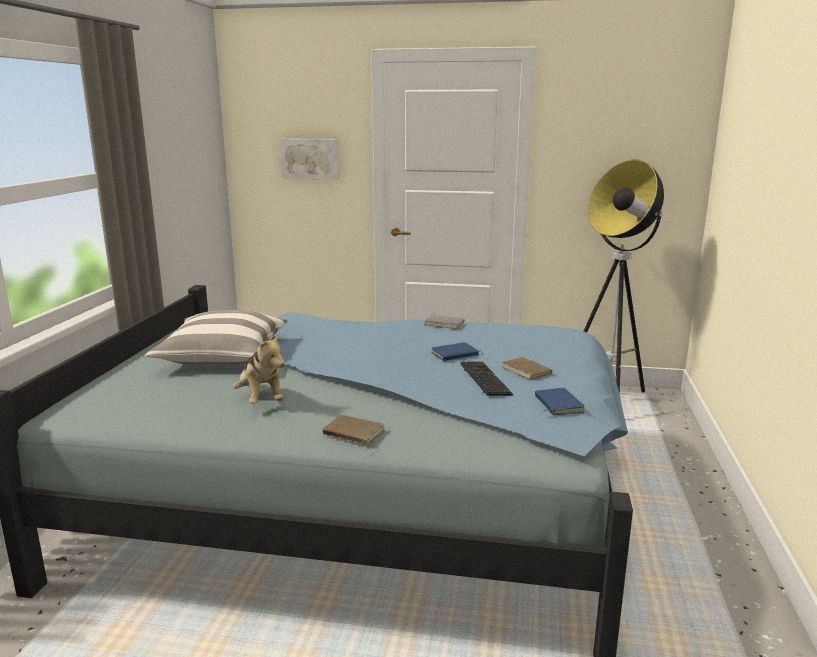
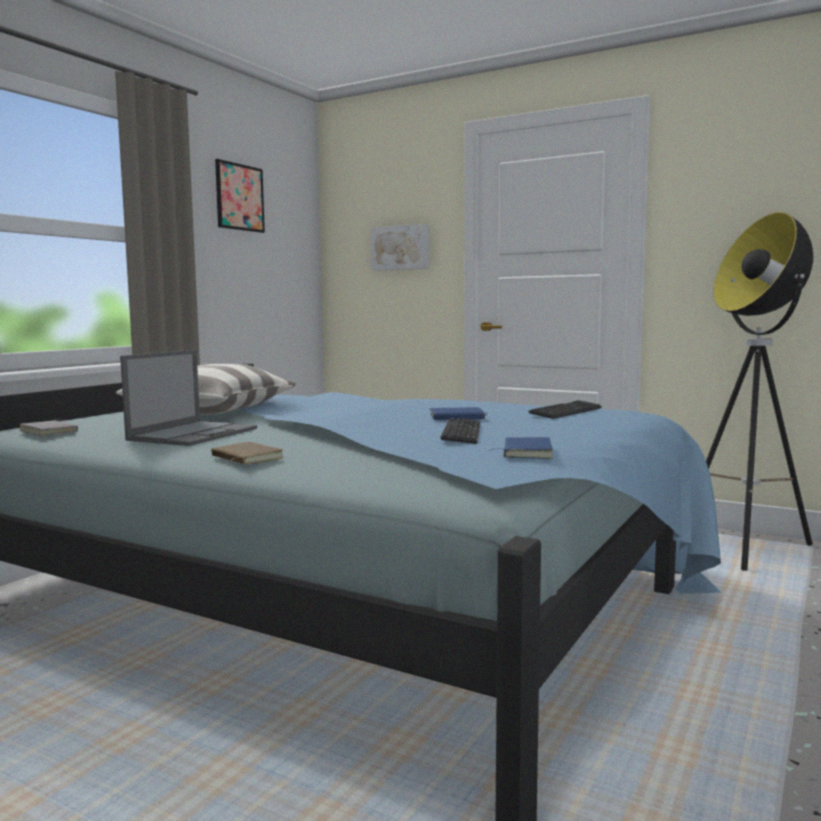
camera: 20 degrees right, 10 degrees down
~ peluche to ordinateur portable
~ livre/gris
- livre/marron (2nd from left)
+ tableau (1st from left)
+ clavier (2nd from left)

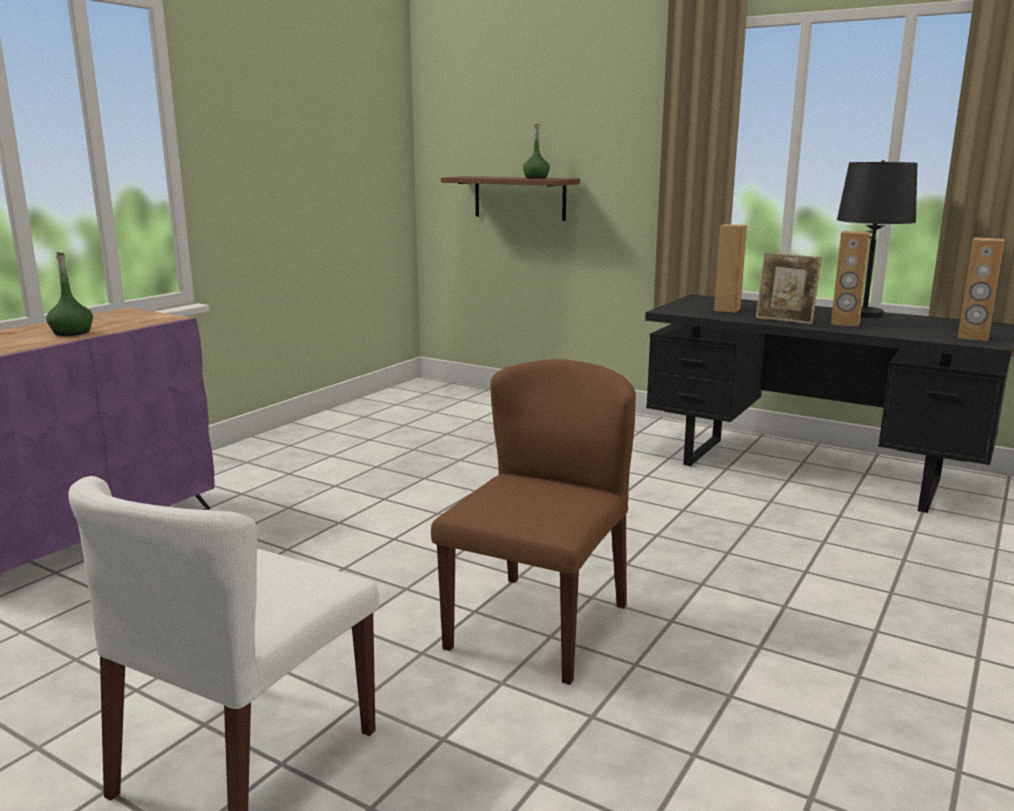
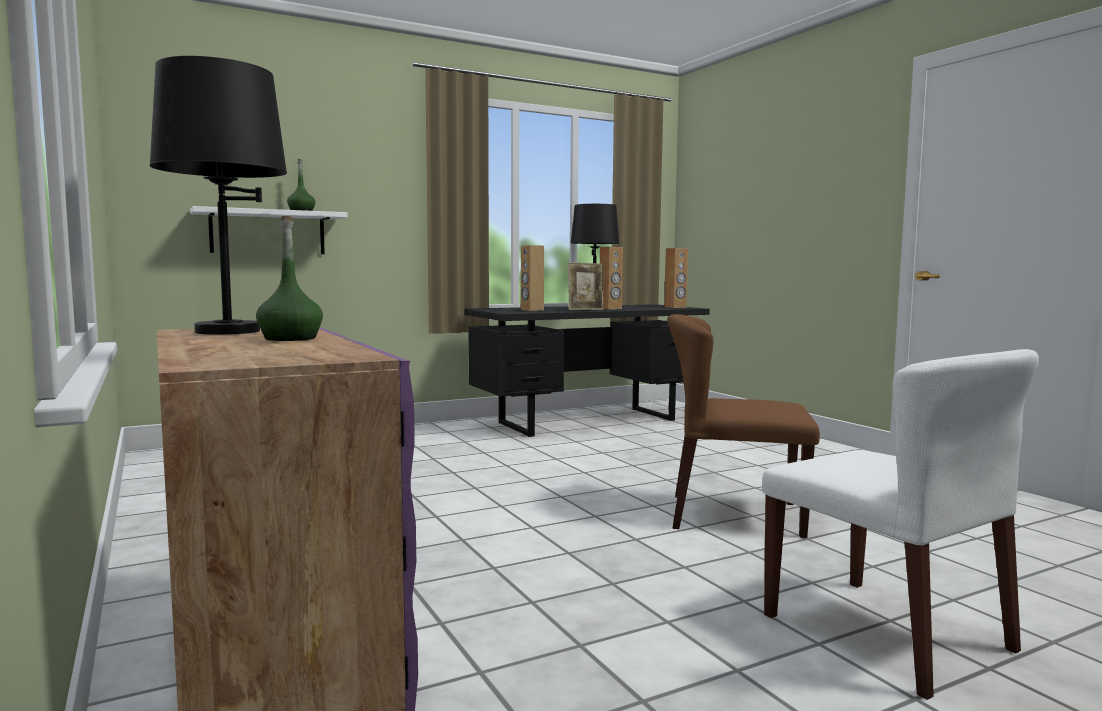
camera: 60 degrees left, 10 degrees down
~ chaise/marron 45 degrees counterclockwise
~ étagère/marron to étagère/blanc
+ lampe de table/noir (1st from left)

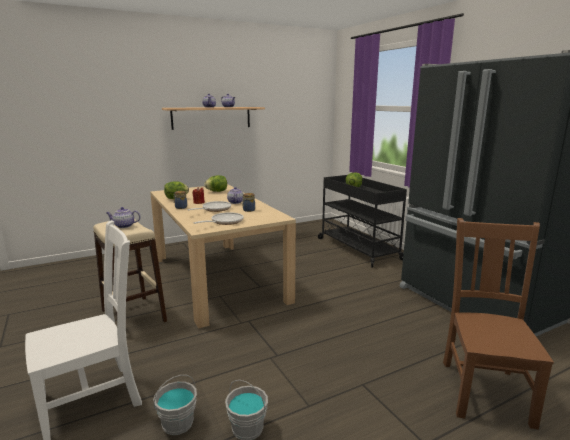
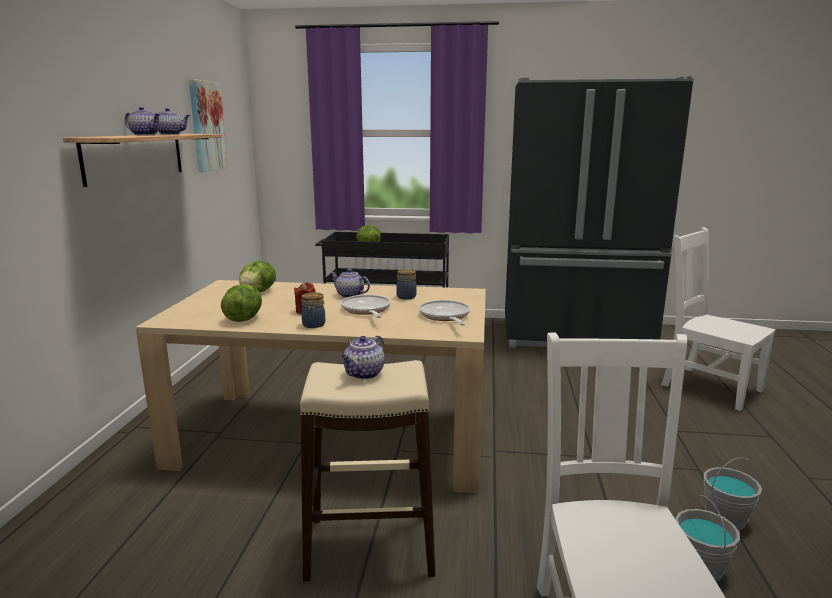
camera: 55 degrees left, 0 degrees up
~ chaise/marron to chaise/blanc (2nd from left)
+ tableau

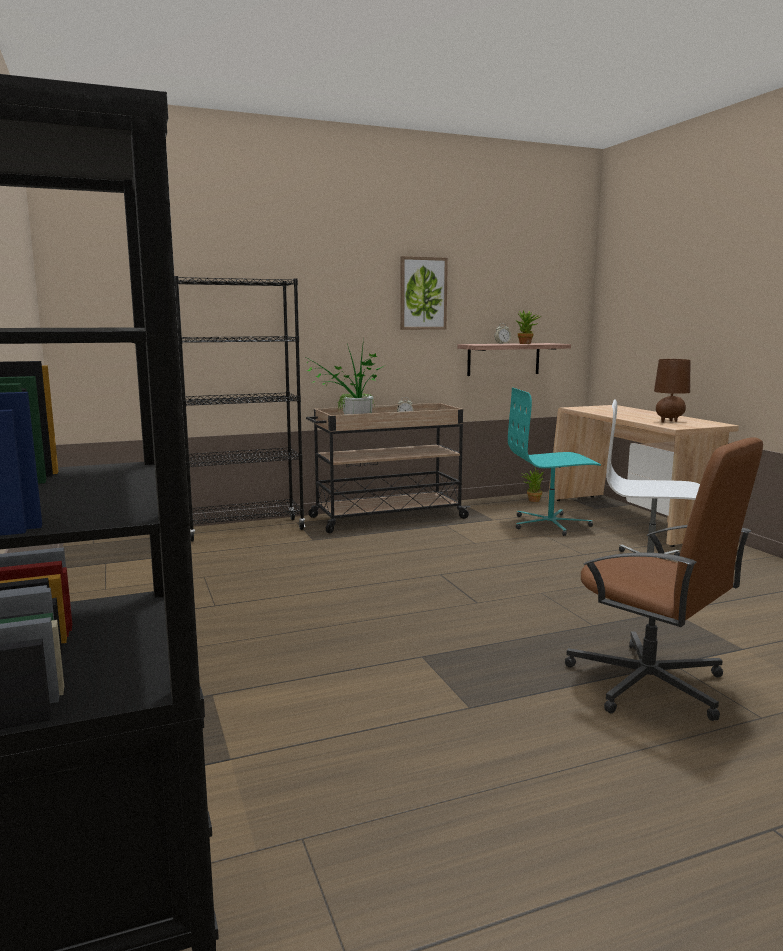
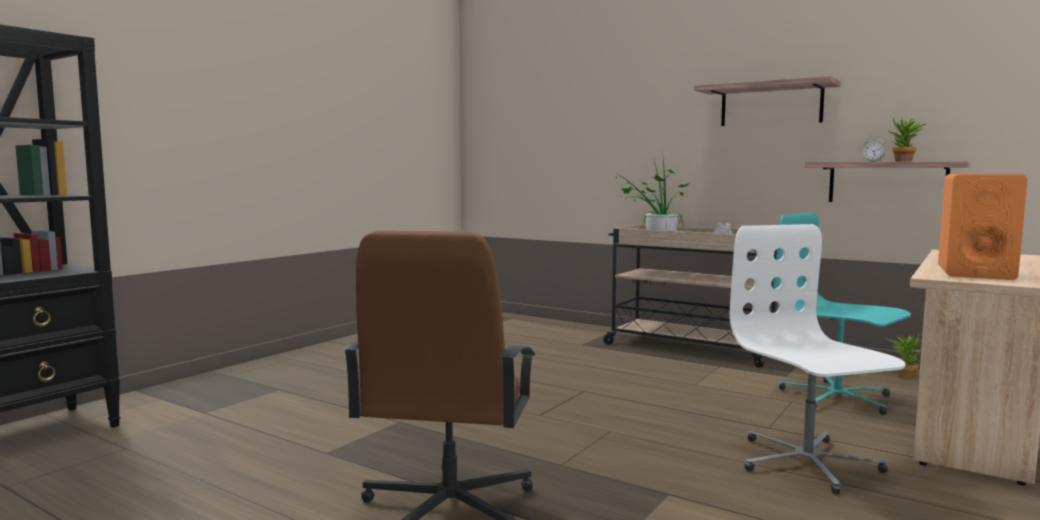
camera: 55 degrees right, 5 degrees down
- bibliothèque/noir (2nd from left)
~ tableau to étagère (1st from left)
~ lampe de table/marron to enceinte/orange

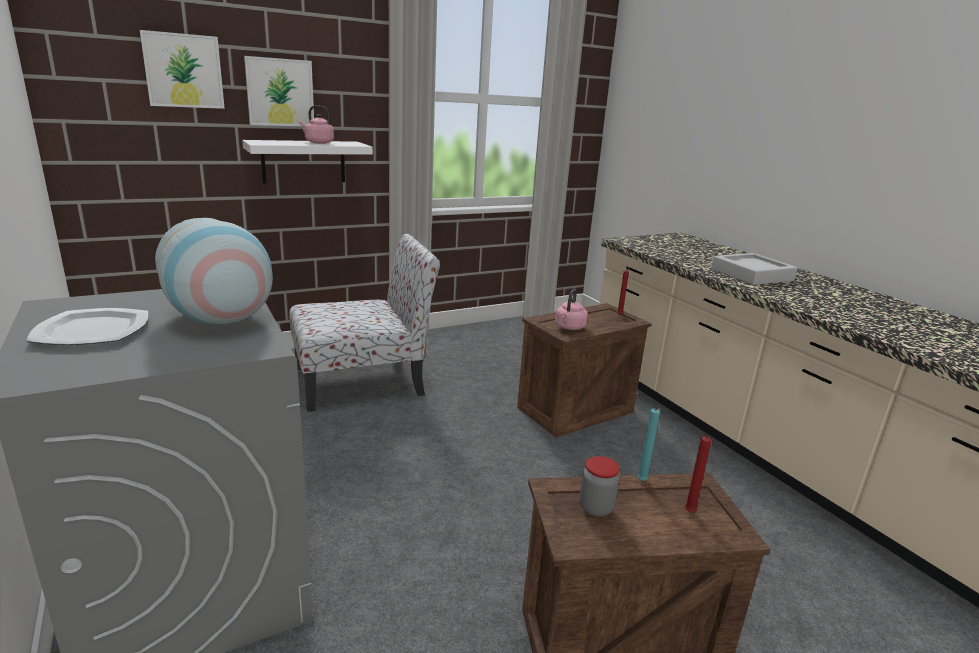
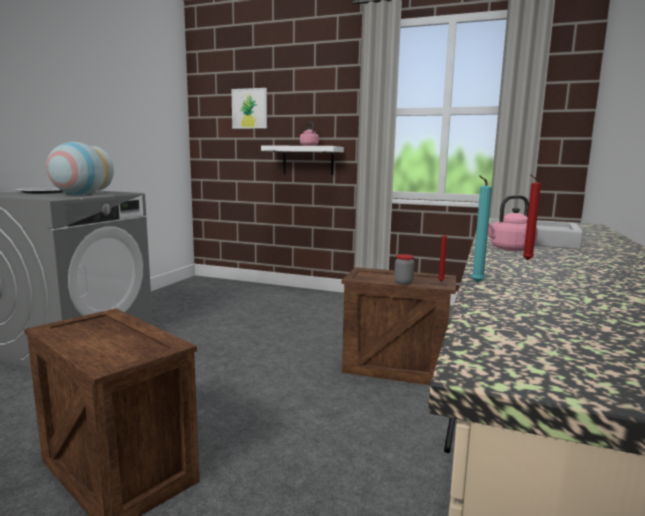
camera: 50 degrees right, 10 degrees down
- tableau (2nd from left)
- chaise
~ bouilloire/rose (2nd from left)
~ bocal
~ bougie/turquoise
~ bougie/rouge (2nd from left)

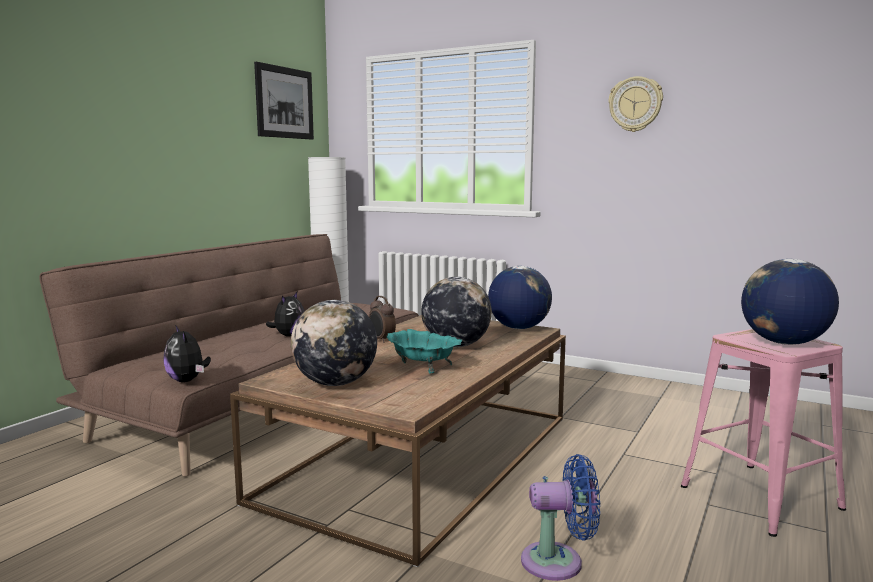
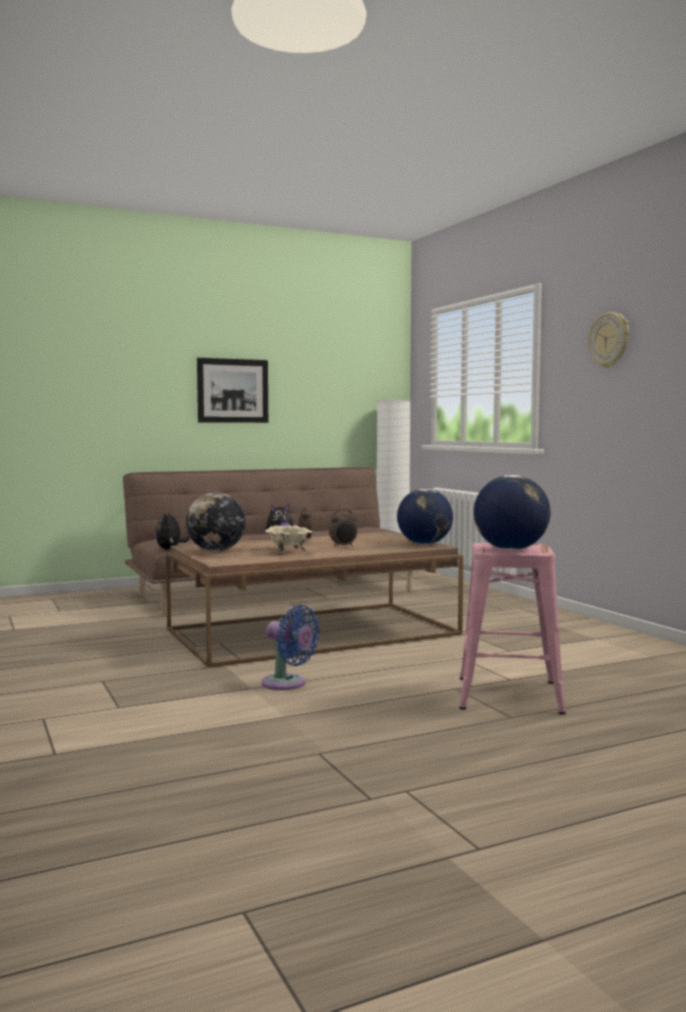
camera: 35 degrees right, 5 degrees down
~ tableau
~ bol/turquoise to bol/beige
~ globe (2nd from left) to réveil (2nd from left)

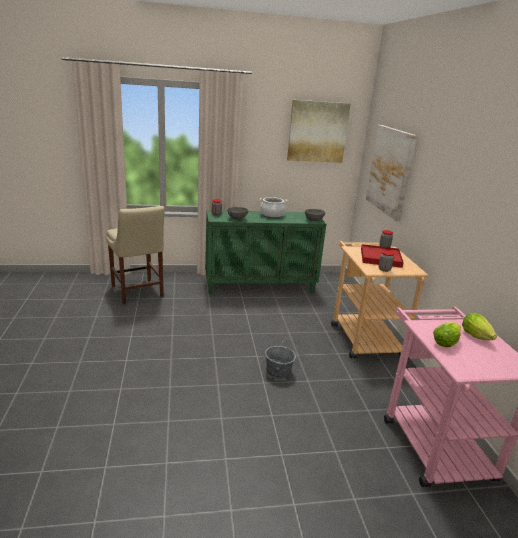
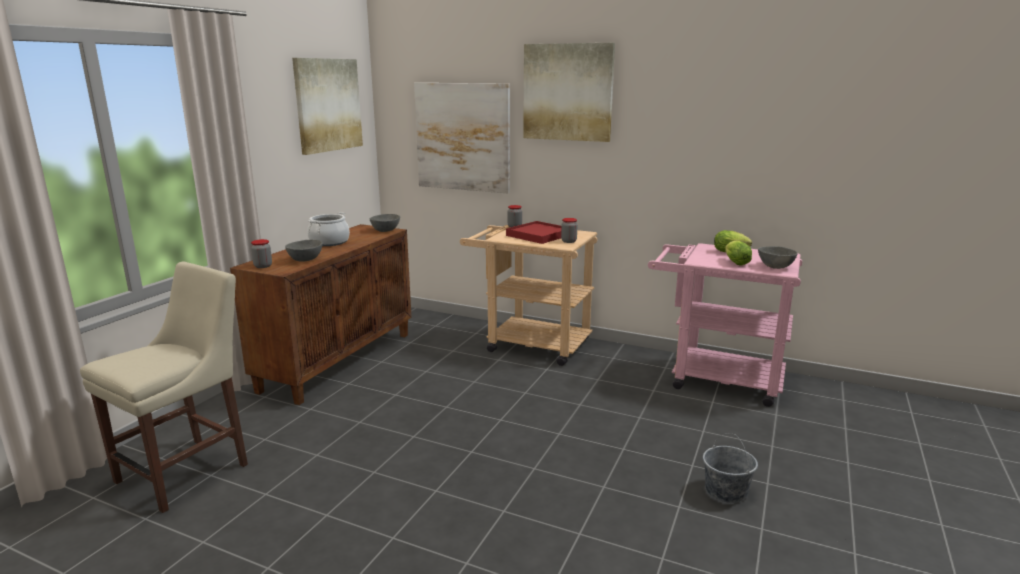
camera: 55 degrees left, 5 degrees down
~ chaise/beige 60 degrees counterclockwise
~ meuble de rangement/vert to meuble de rangement/marron
~ seau/gris
+ tableau (3rd from left)
+ bol/gris (3rd from left)

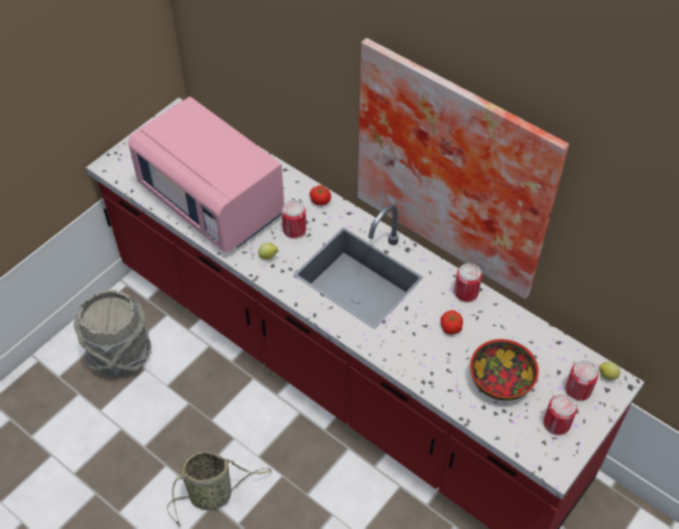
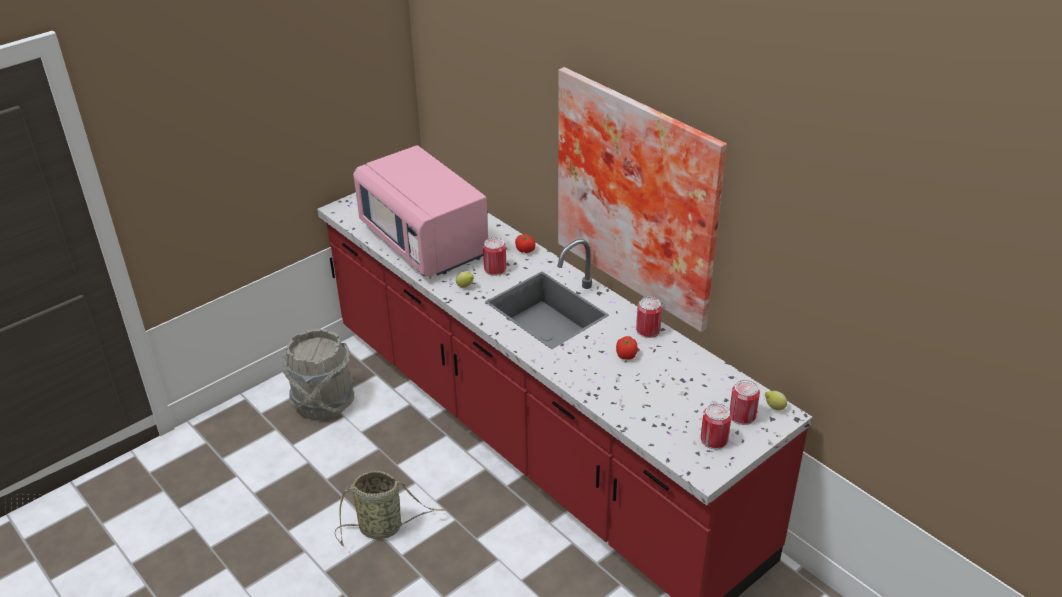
camera: 10 degrees right, 15 degrees down
- bol

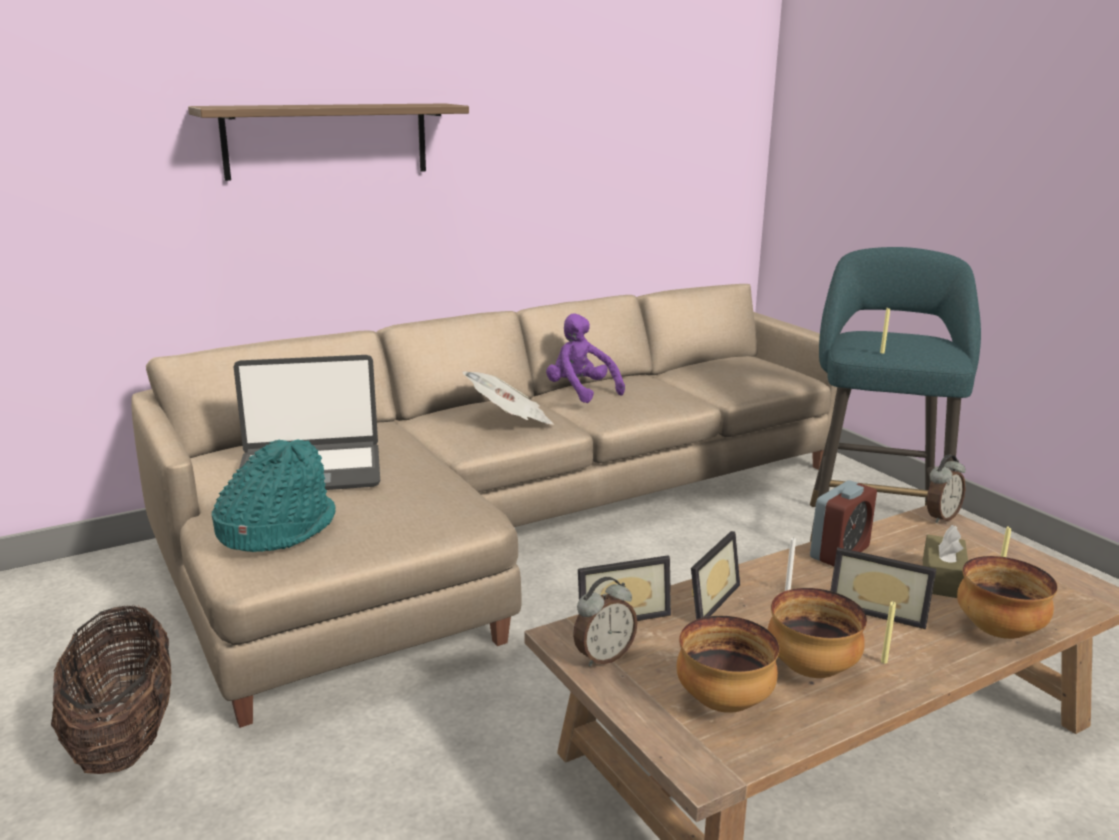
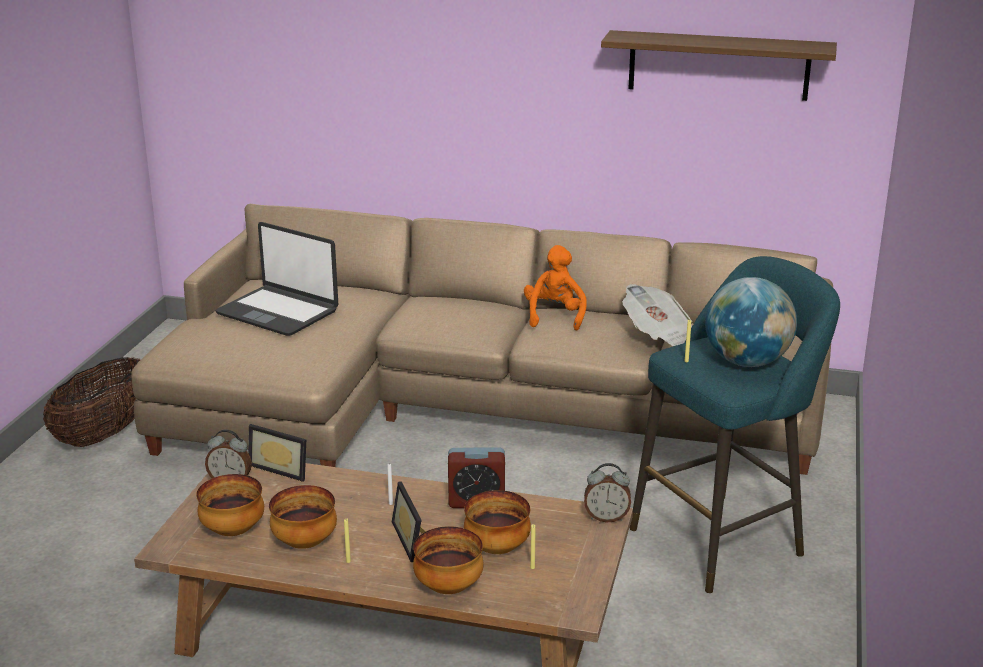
camera: 45 degrees right, 5 degrees up
~ étagère
- chapeau/turquoise
~ journal
~ peluche/violet to peluche/orange
- cadre photo (2nd from left)
~ boîte à mouchoirs/marron to bol (4th from left)
+ globe

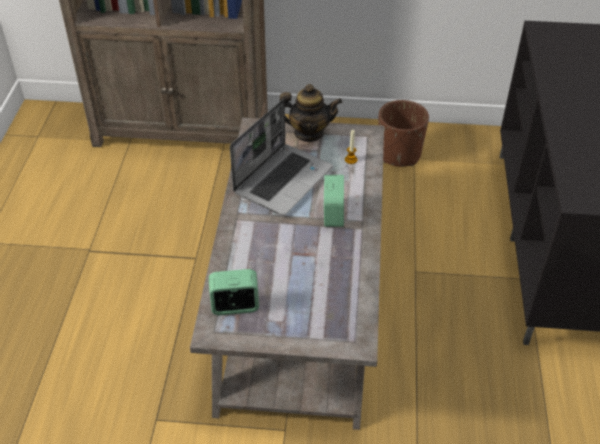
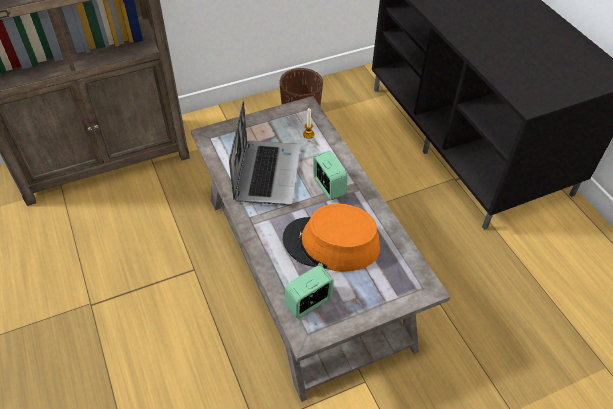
camera: 30 degrees left, 5 degrees up
- théière
+ chapeau/orange

